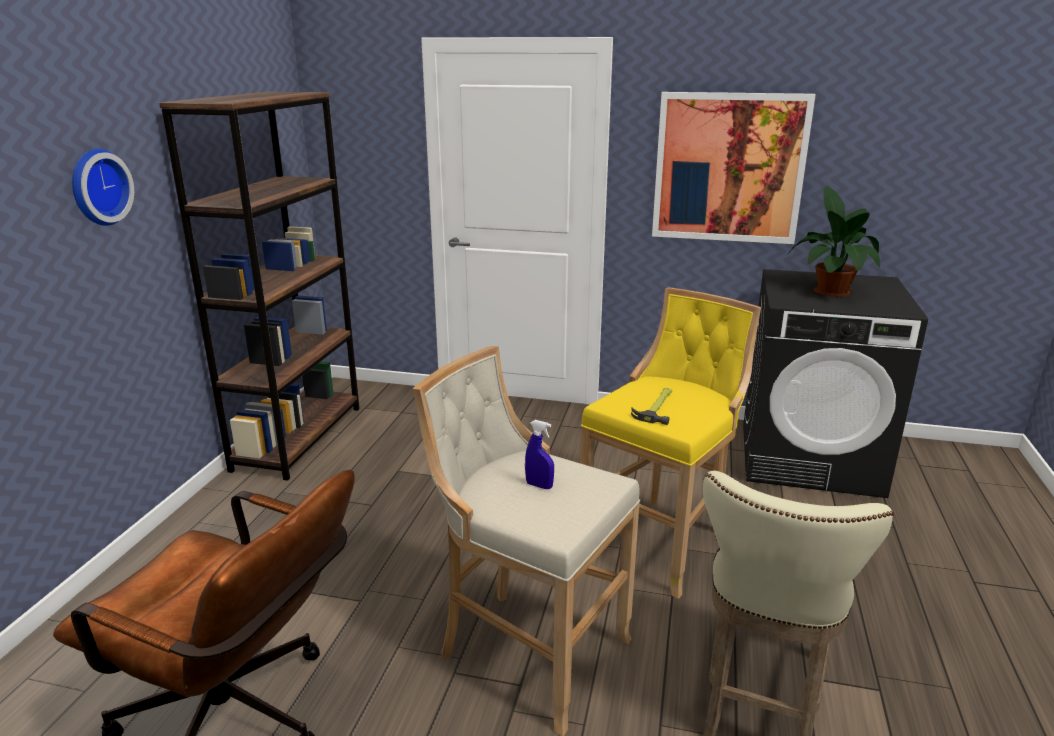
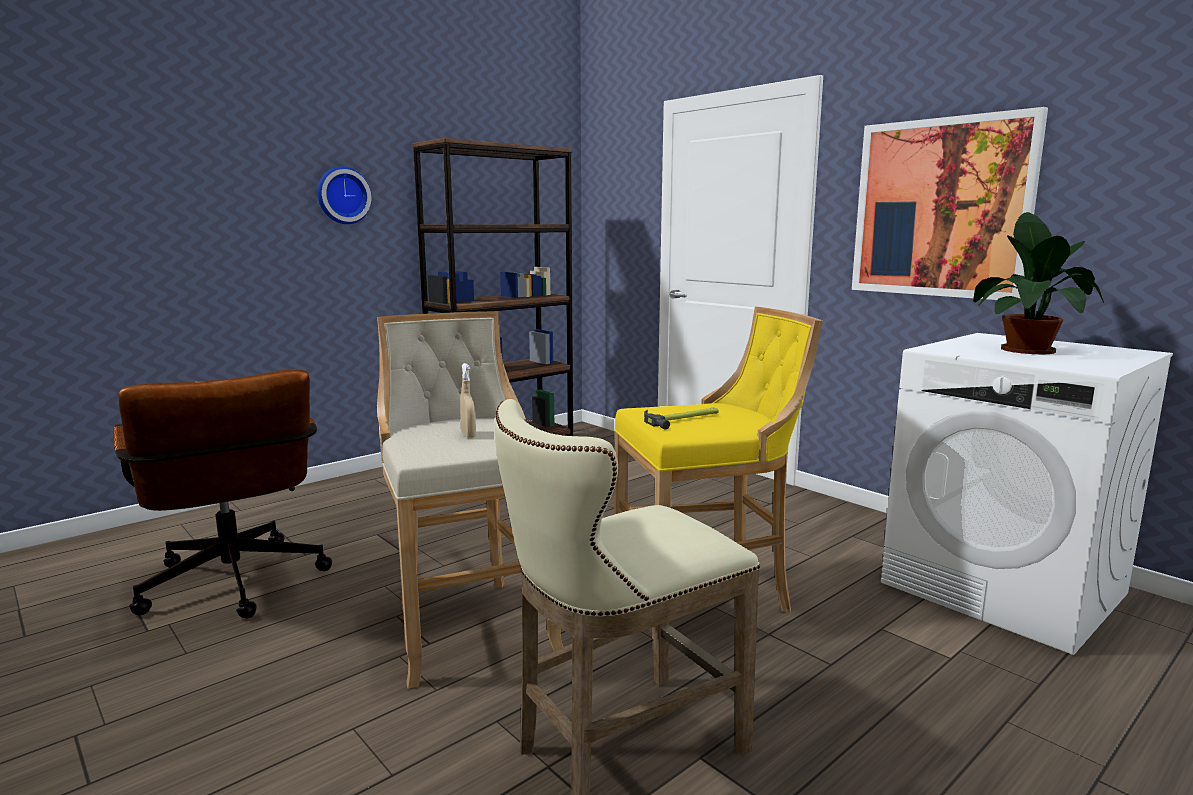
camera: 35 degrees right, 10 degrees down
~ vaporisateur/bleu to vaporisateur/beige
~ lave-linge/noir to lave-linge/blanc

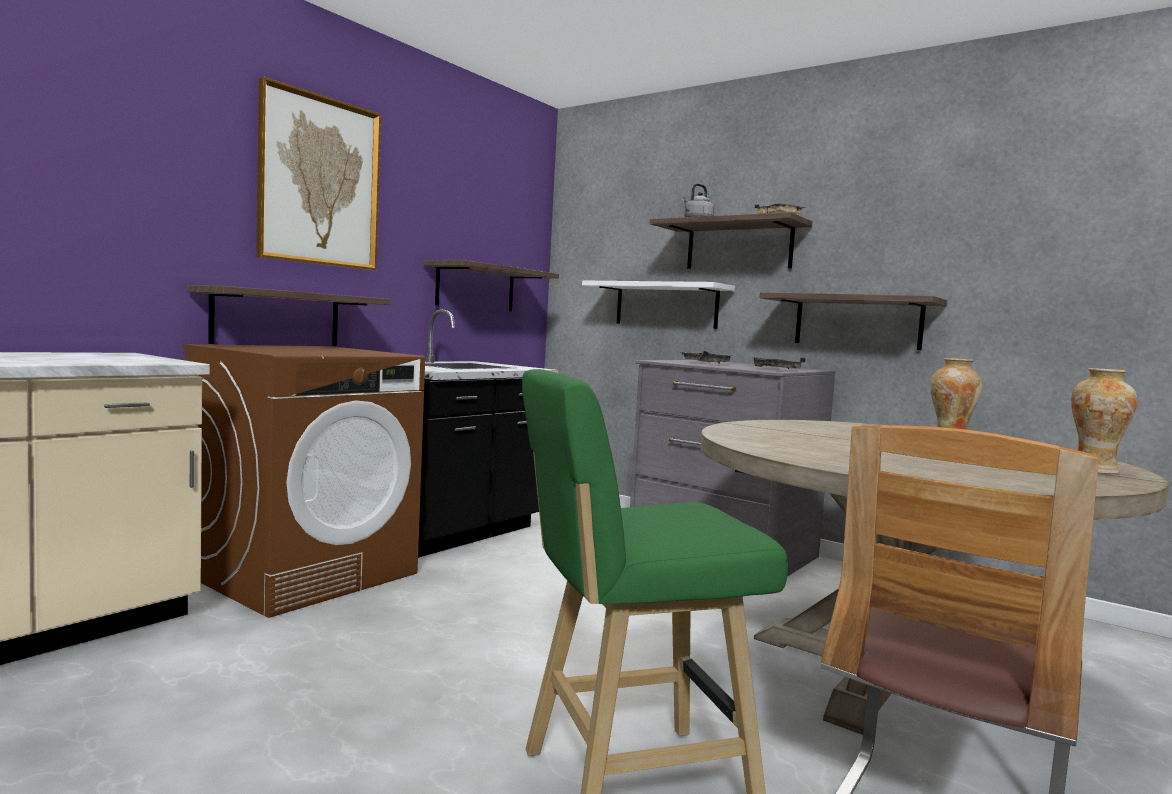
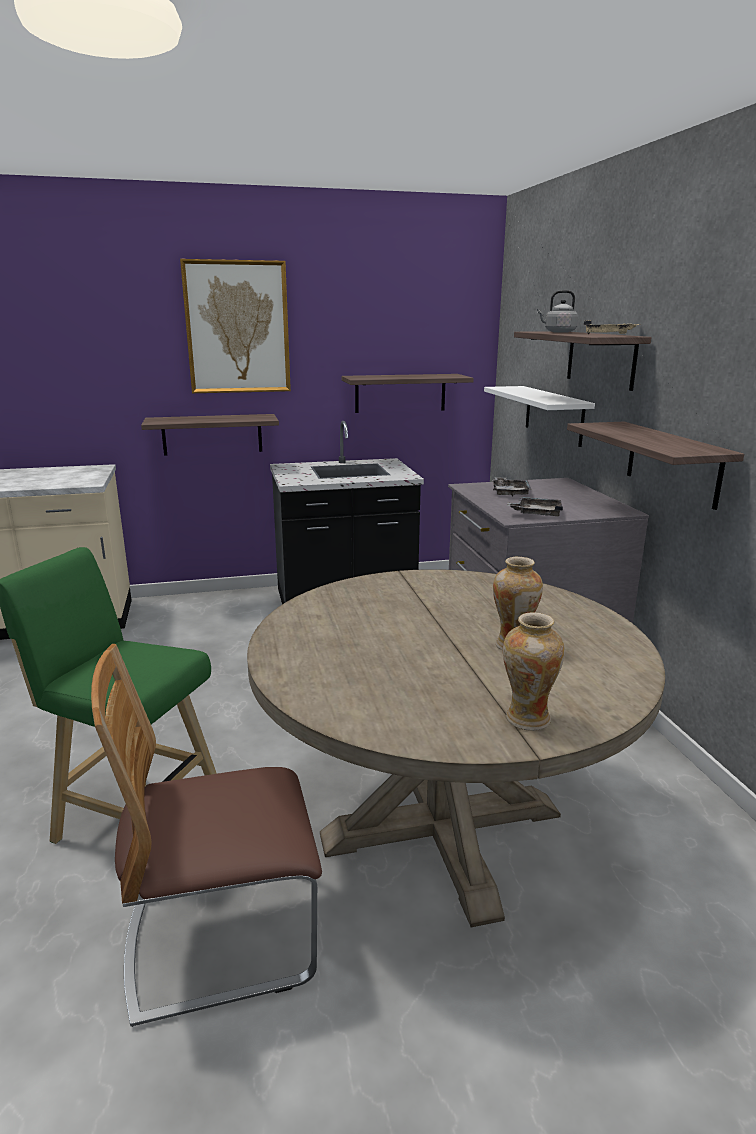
camera: 40 degrees right, 15 degrees up
- lave-linge/marron

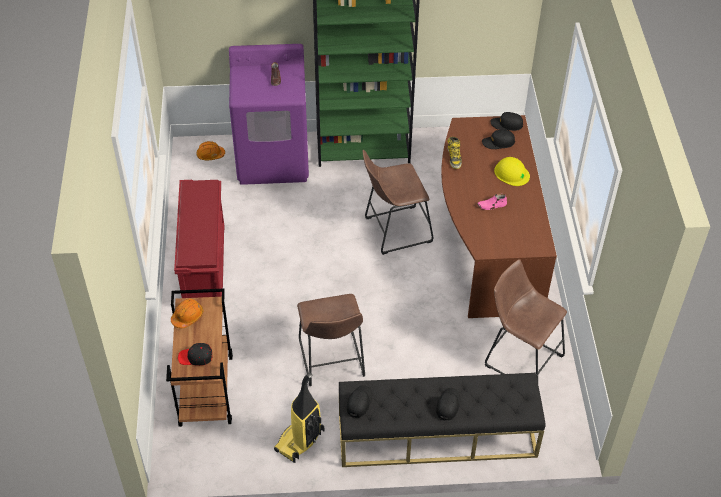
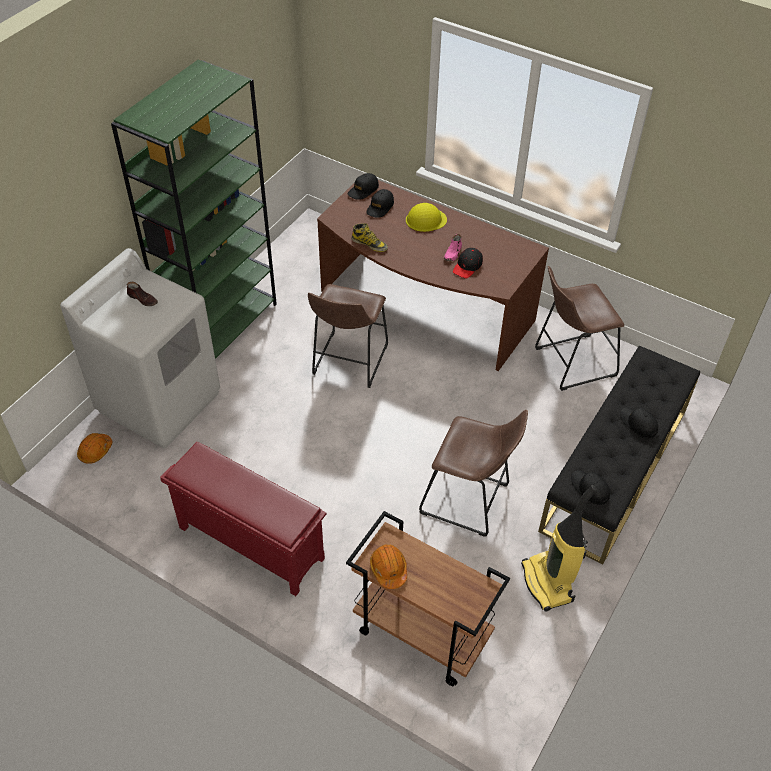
camera: 55 degrees left, 0 degrees up
~ casquette/noir (1st from left in the first image) to casquette/noir (3rd from left)
~ lave-linge/violet to lave-linge/blanc

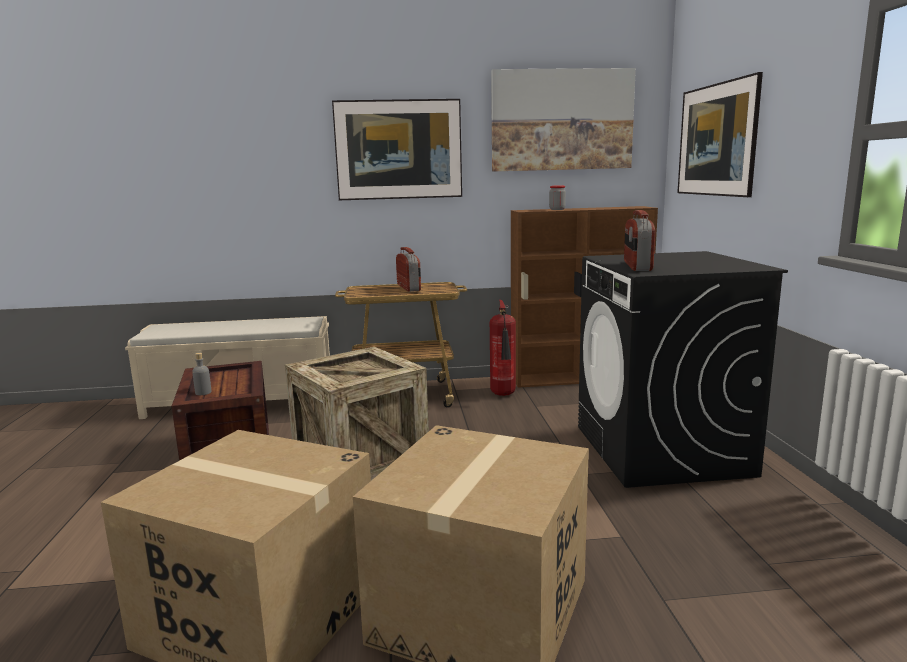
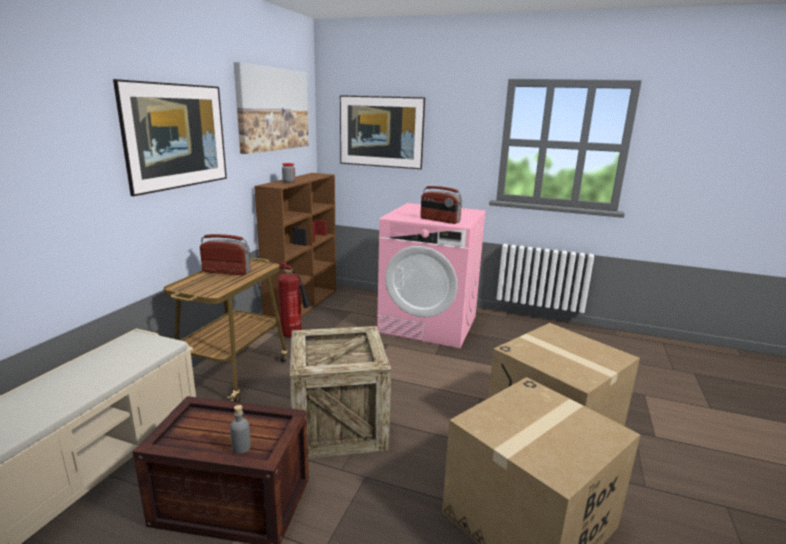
camera: 65 degrees left, 5 degrees up
~ lave-linge/noir to lave-linge/rose

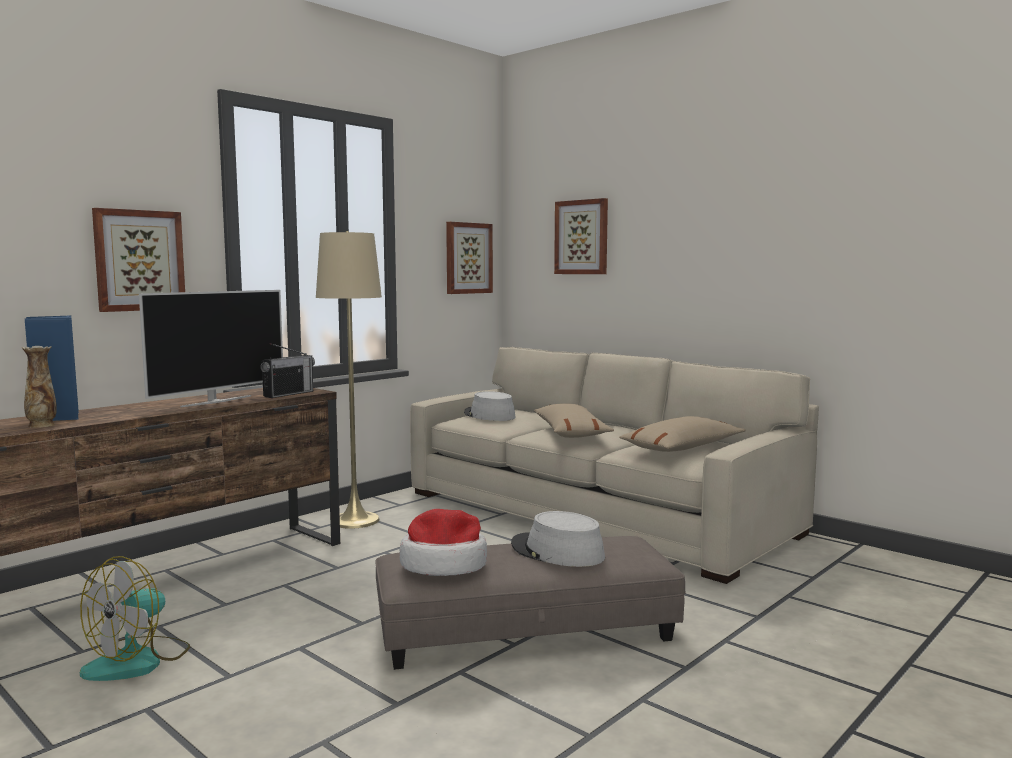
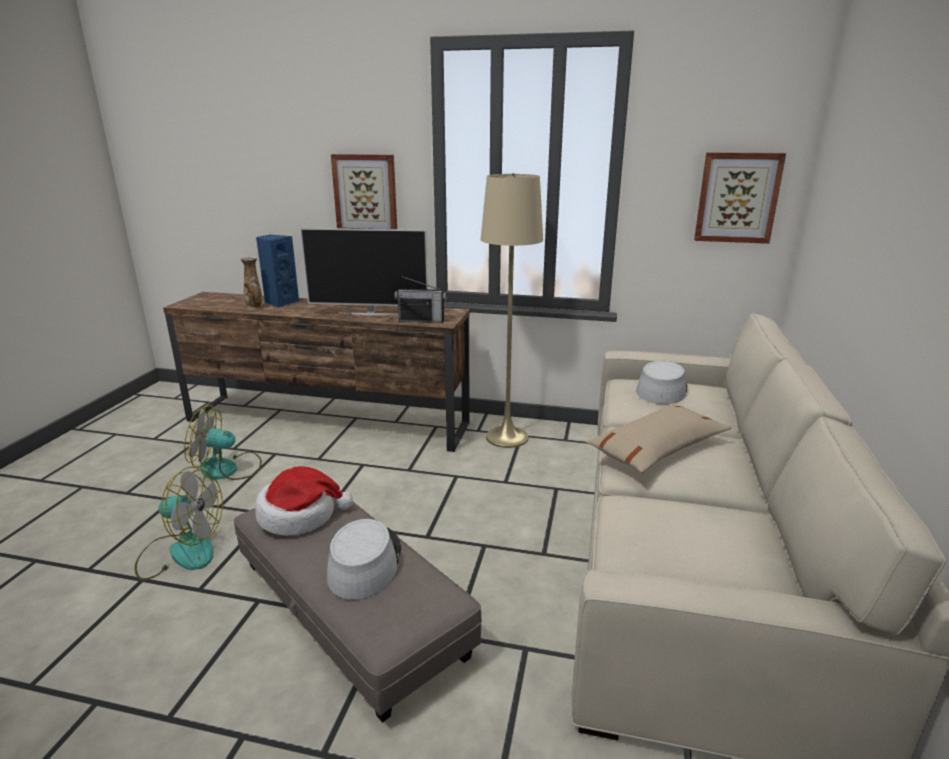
camera: 60 degrees right, 15 degrees up
- tableau (3rd from left)
- coussin/beige (2nd from left)
+ ventilateur (1st from left)

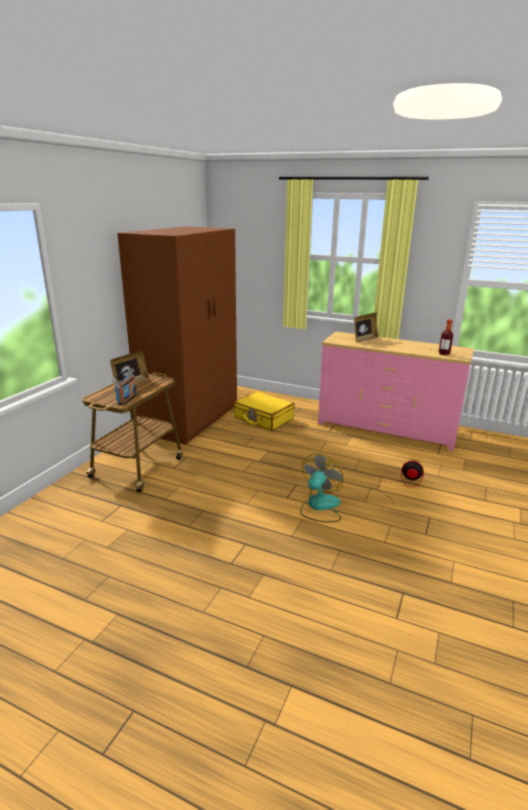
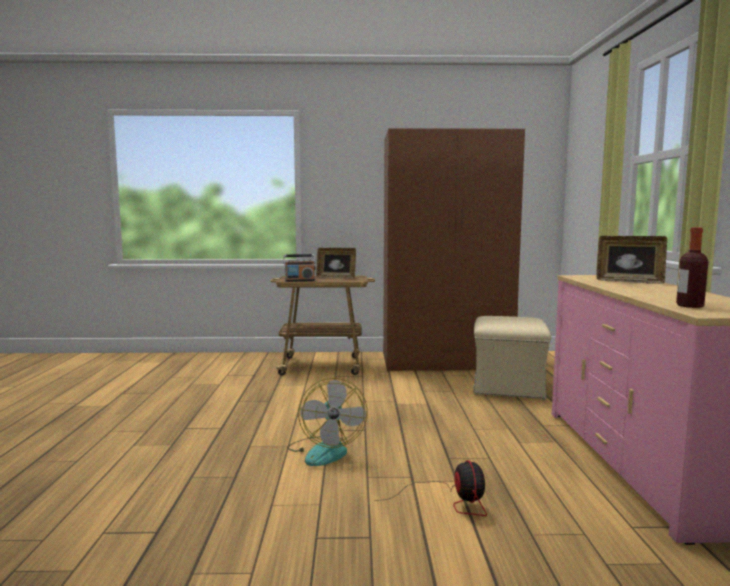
camera: 65 degrees right, 15 degrees down
~ valise/jaune to pouf/beige
~ ventilateur (1st from left) 75 degrees clockwise

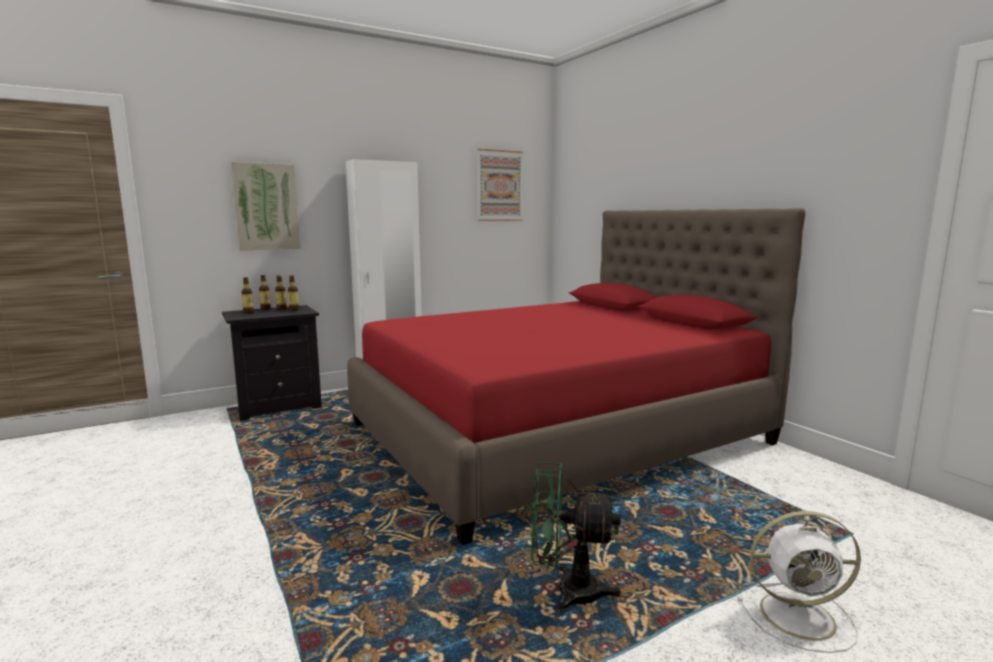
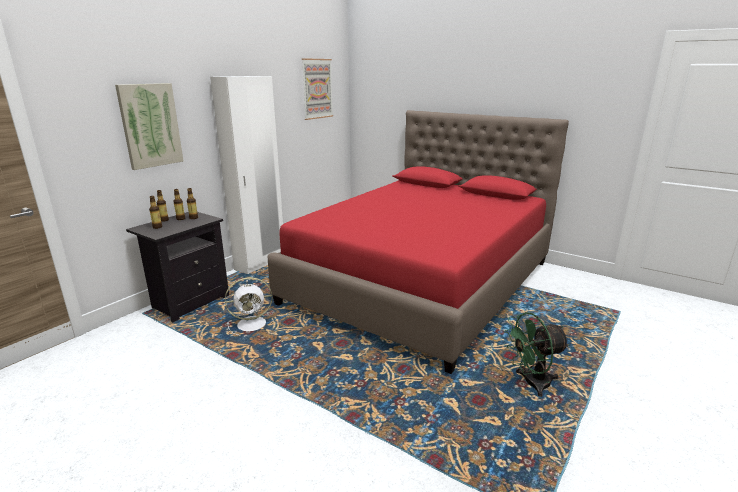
camera: 25 degrees left, 10 degrees up
~ ventilateur/blanc

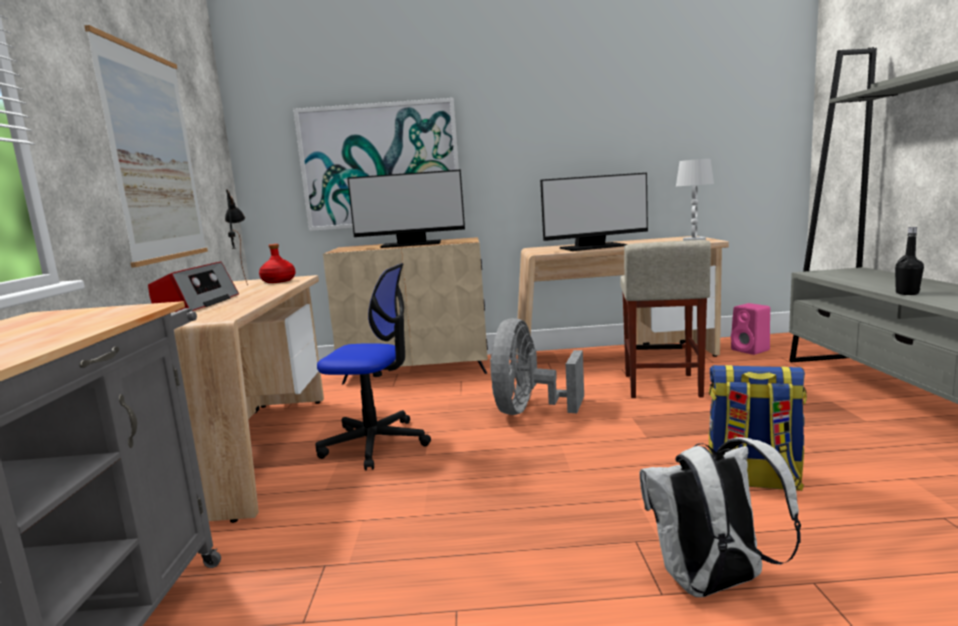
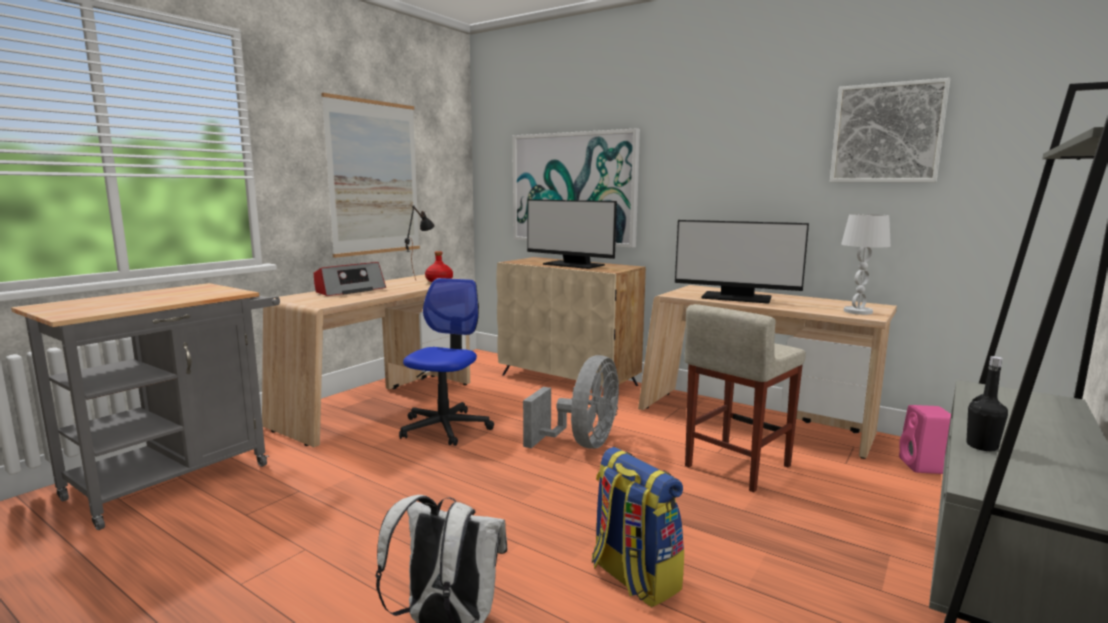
camera: 35 degrees right, 0 degrees up
~ chaise de bureau 120 degrees counterclockwise
~ ventilateur/gris 150 degrees clockwise
+ tableau (3rd from left)

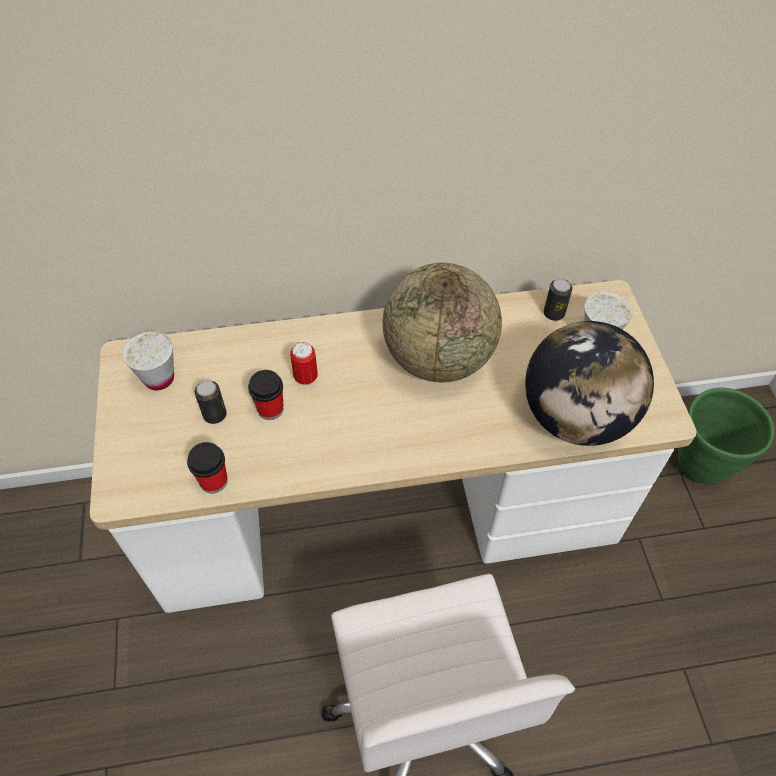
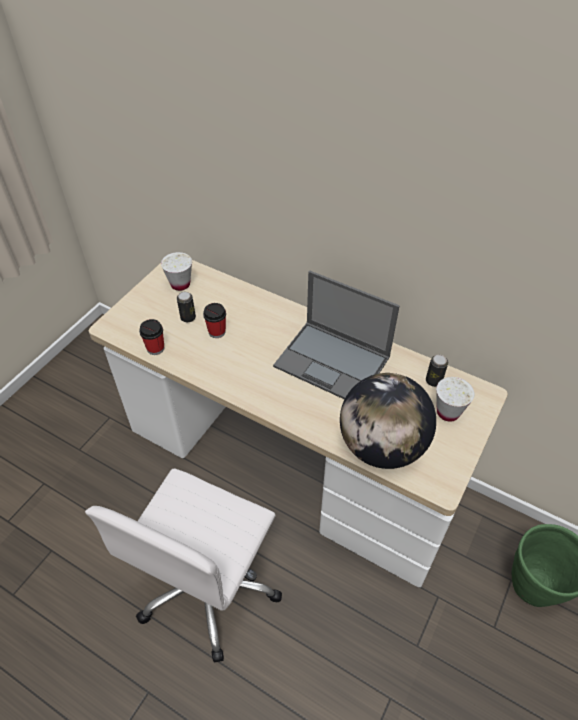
camera: 40 degrees right, 5 degrees down
- boîte métallique (2nd from left)
~ globe (1st from left) to ordinateur portable

